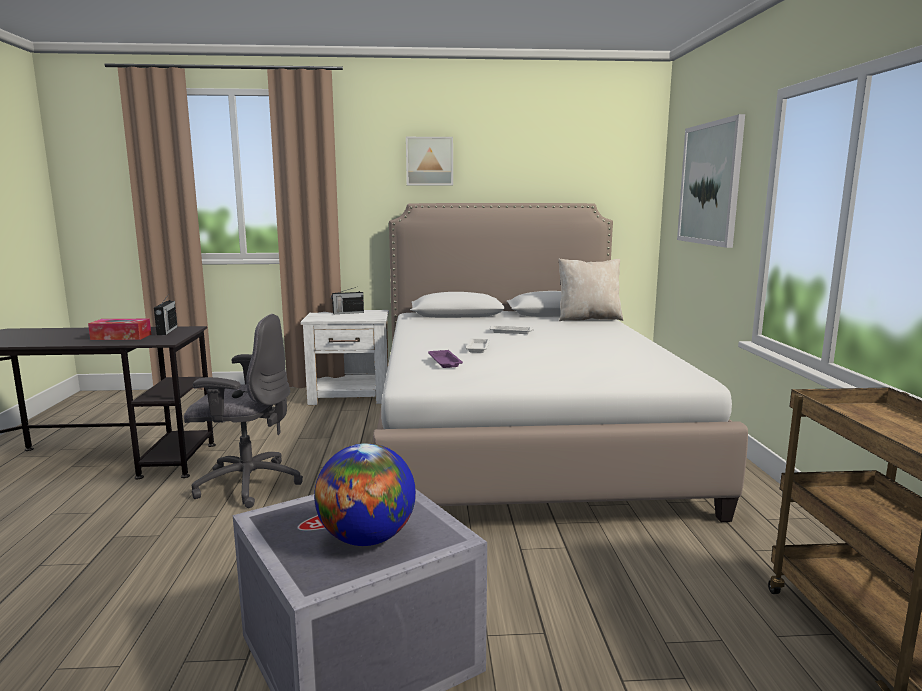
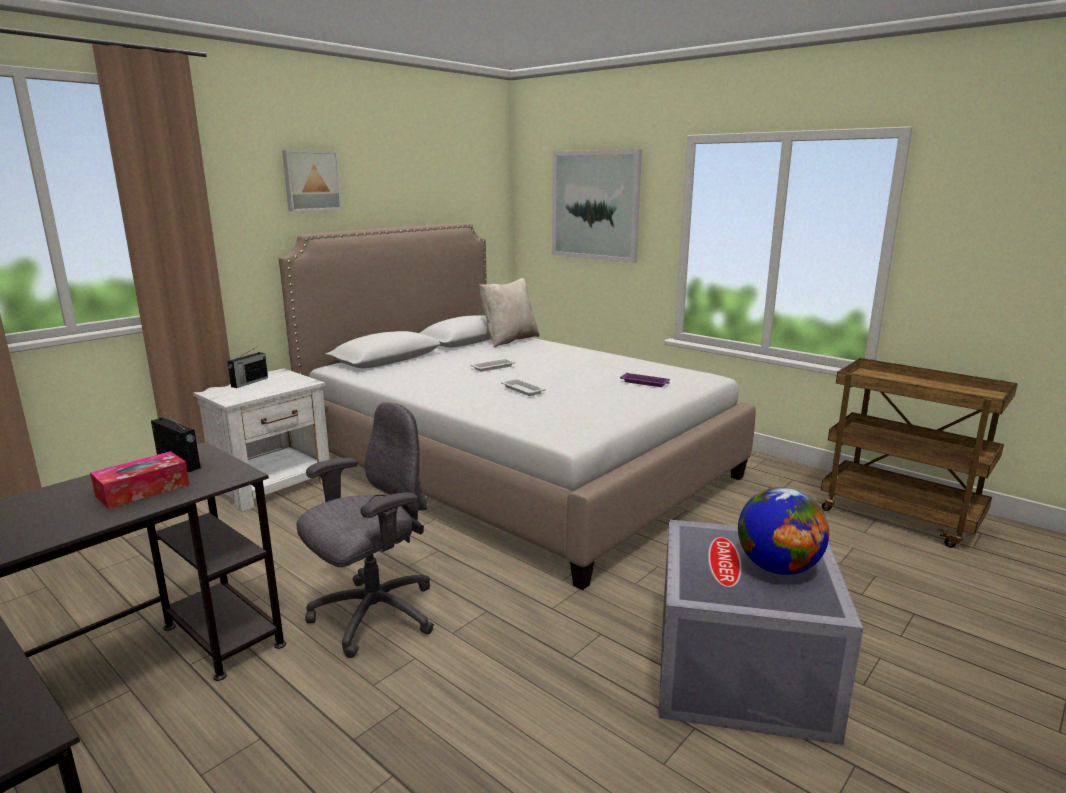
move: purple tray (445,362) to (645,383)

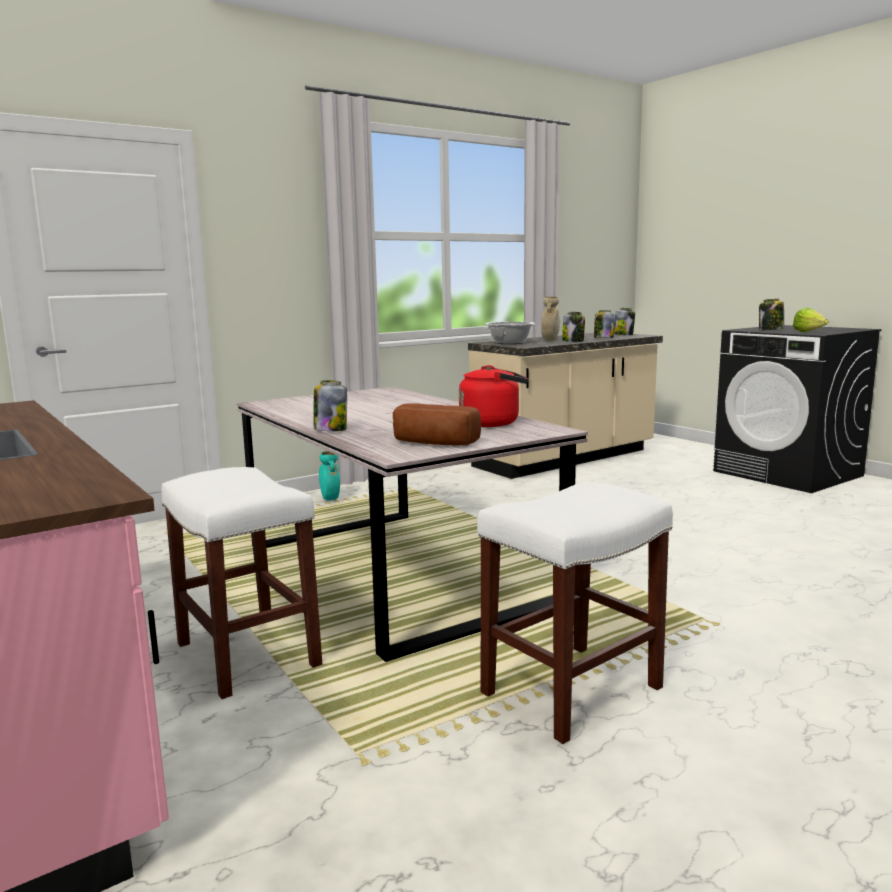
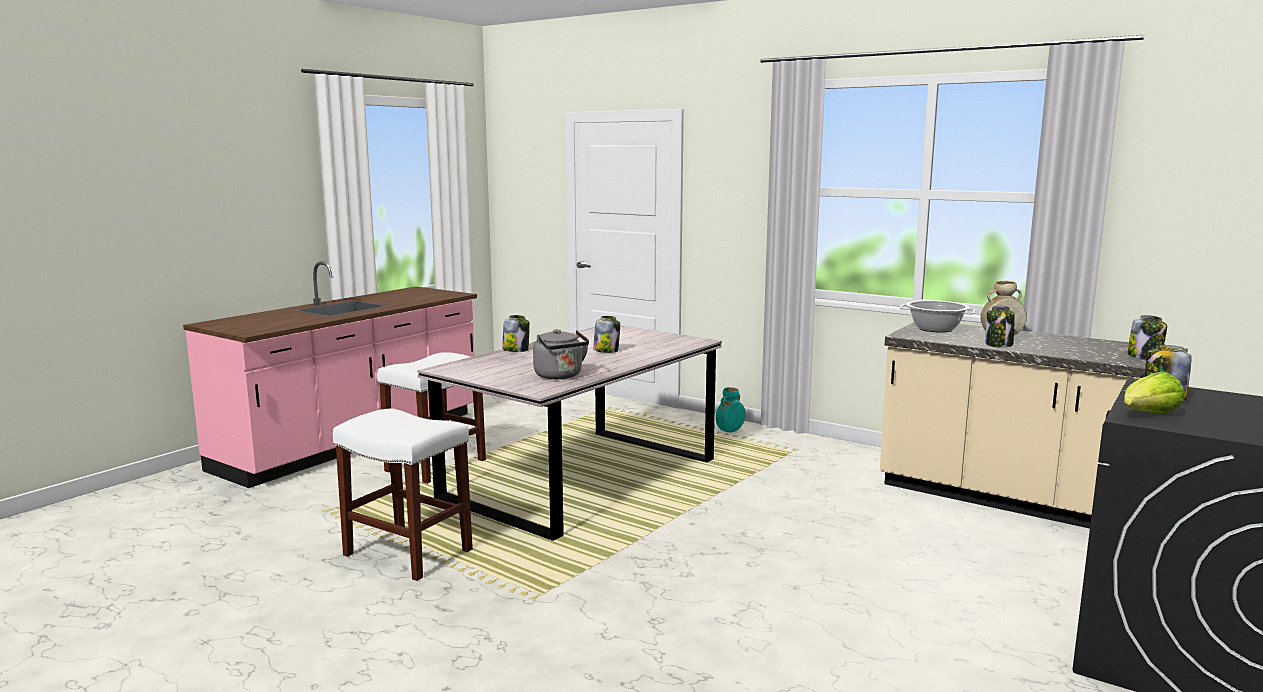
delete: bread (433,443)
move: jar (603,338) to (606,351)
recolor: red kettle (493,423) to grey kettle (560,376)

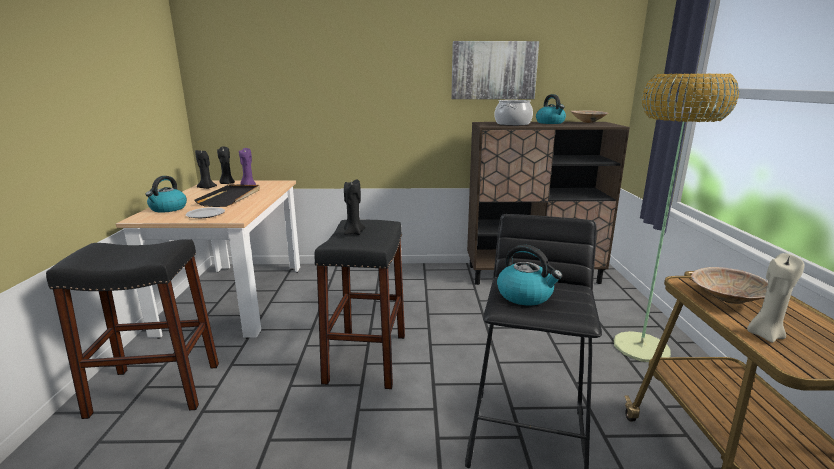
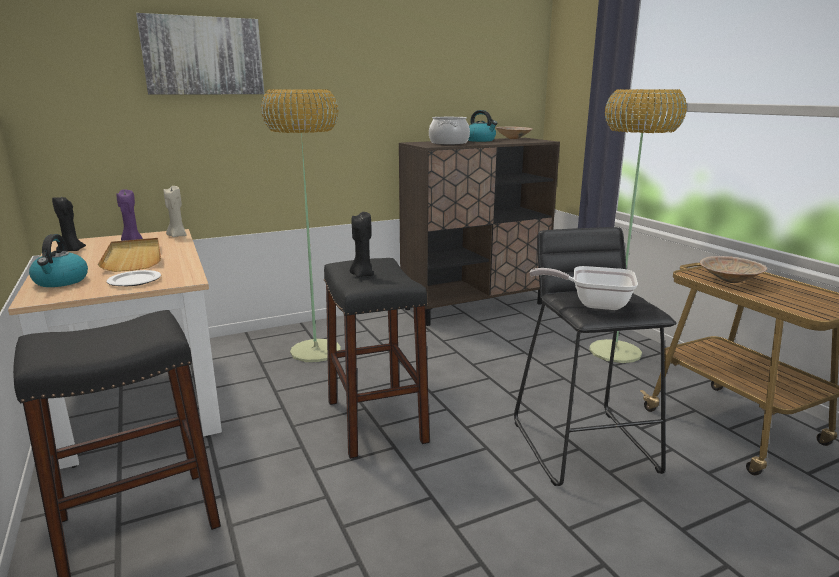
delete: black candle (227,183)
insert: floor lamp (316,351)
move: picture (493,70) to (203,56); beige candle (764,335) to (177,236)
replace: kettle (525,295) to frying pan (593,303)
recolor: black tray (231,197) to beige tray (134,257)

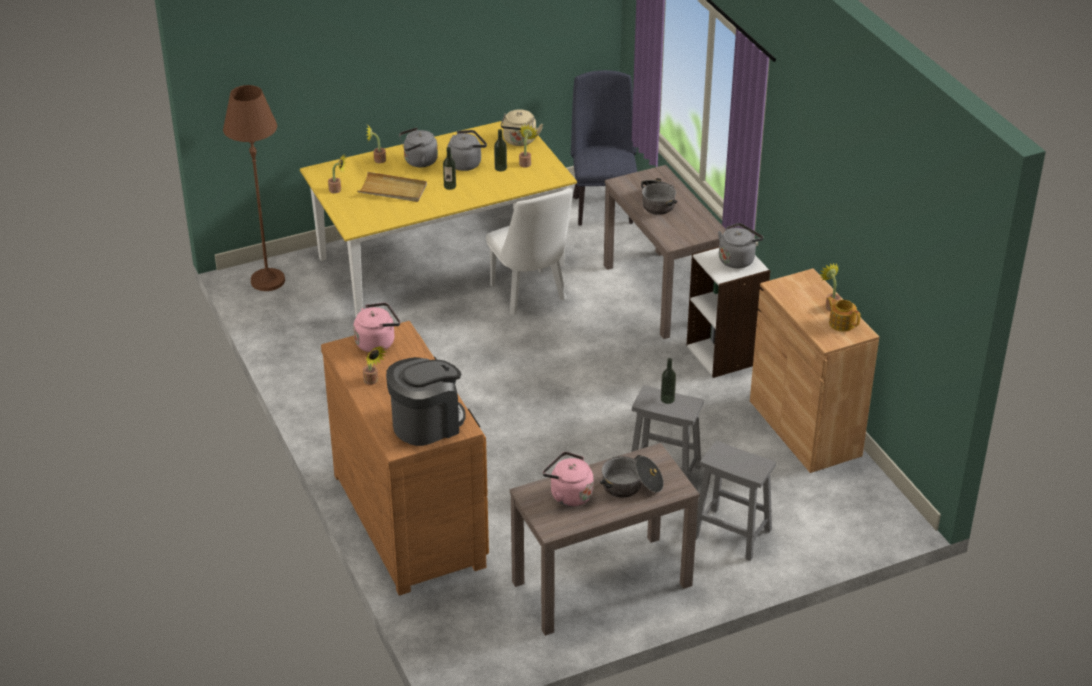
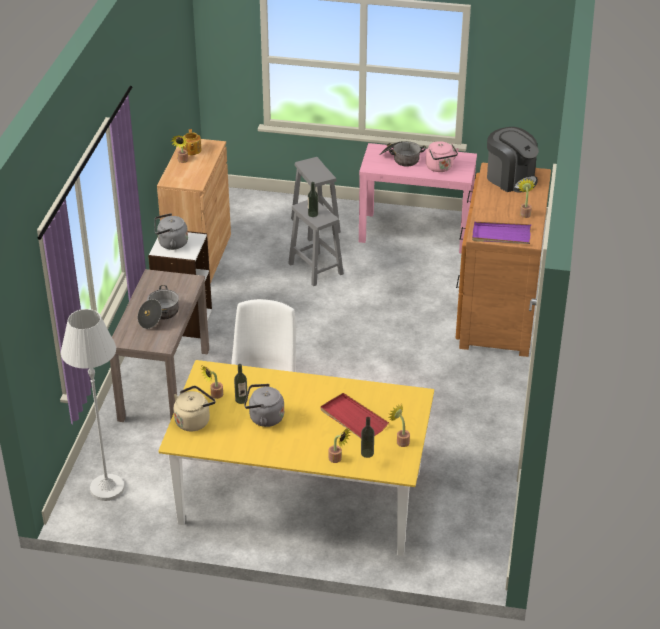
delete: brown floor lamp (268,281); grey kettle (418,161)
move: bottle (450,186) to (367,453)
replace: pink kettle (377,342) to purple tray (501,235); blue chair (602,206) to white floor lamp (107,488)
recolor: beige tray (393,190) to red tray (353,419); brown console table (601,584) to pink console table (416,232)
rotate: coffee machine (427,423) = (510,178) 135 degrees counterclockwise

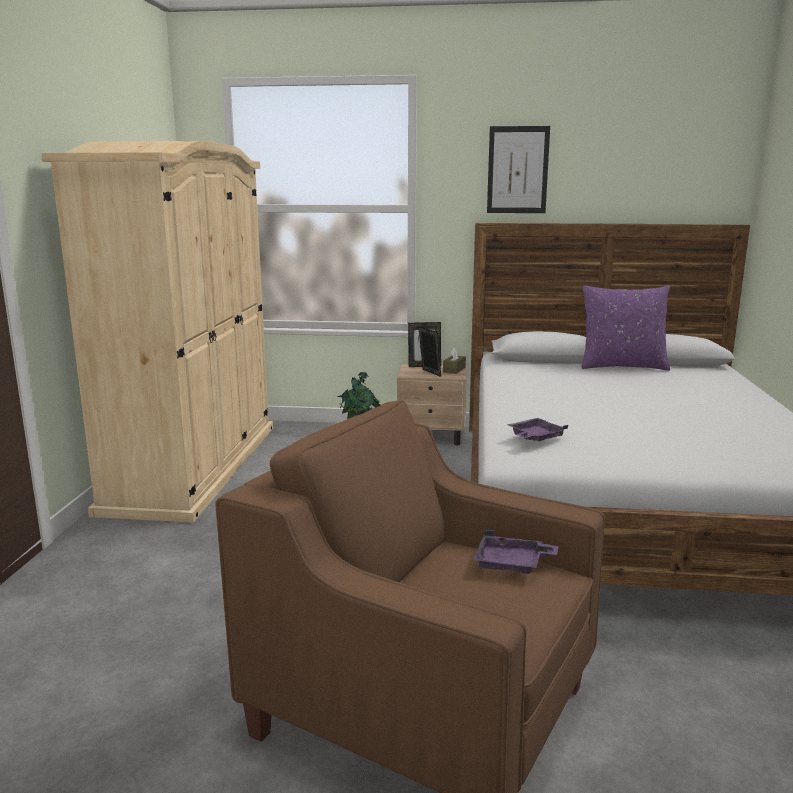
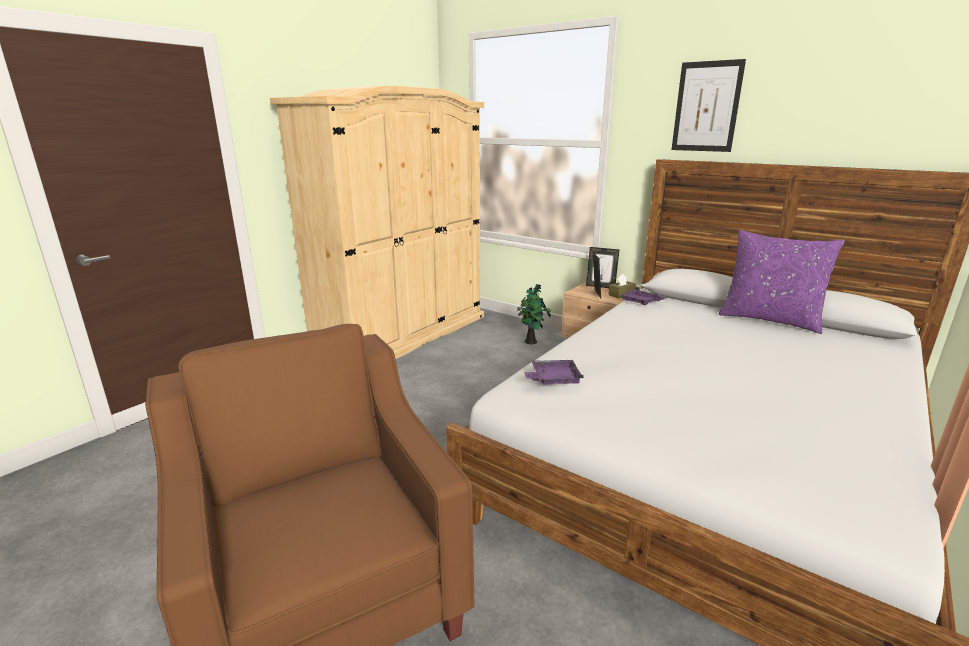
move: purple tray (512,564) to (641,302)

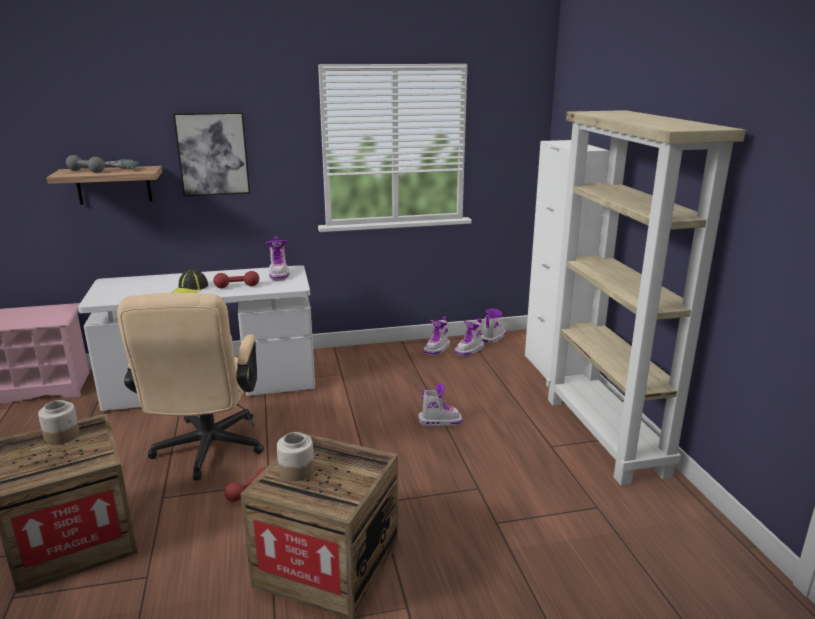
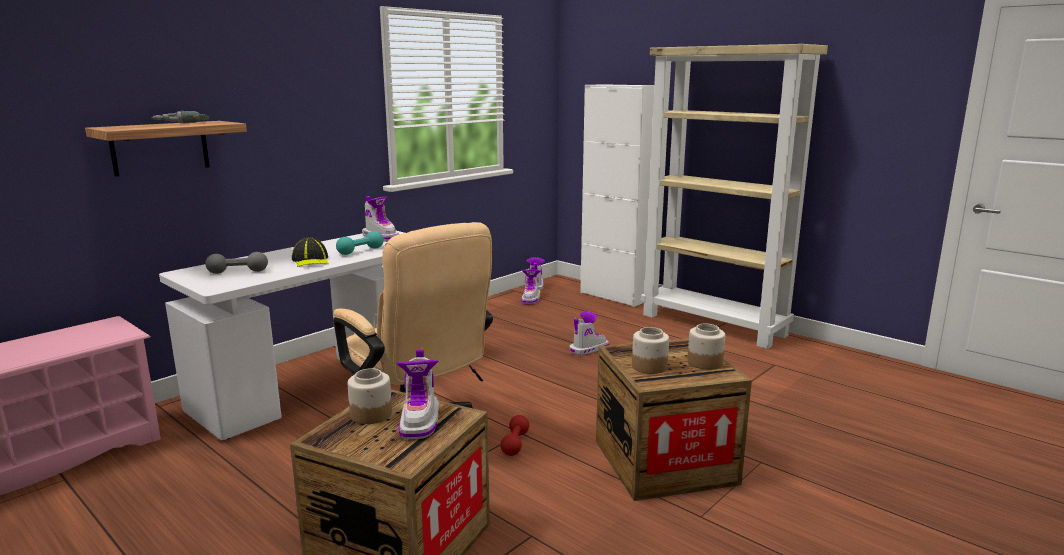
delete: picture (213,154)
insert: jar (704,363)
move: grey dumbbell (86,171) to (238,272); boot (437,349) to (420,421)
recolor: red dumbbell (237,286) to turquoise dumbbell (360,251)

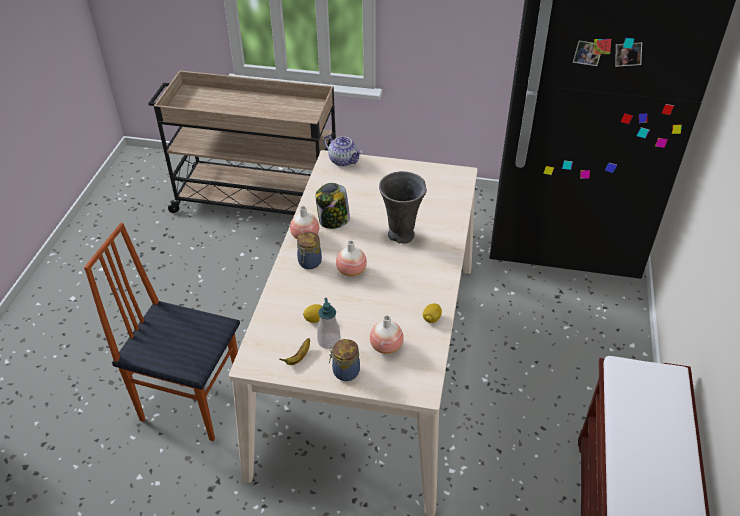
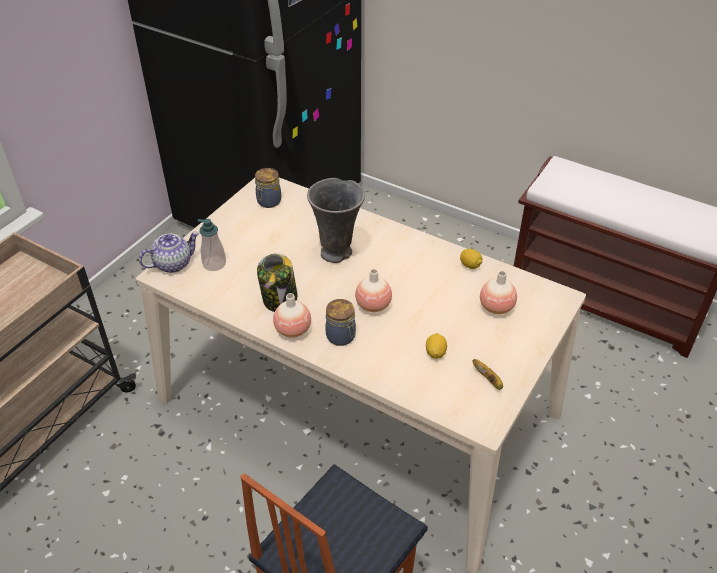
move: soap dispenser (329,341) to (214,264); jar (345,371) to (268,202)

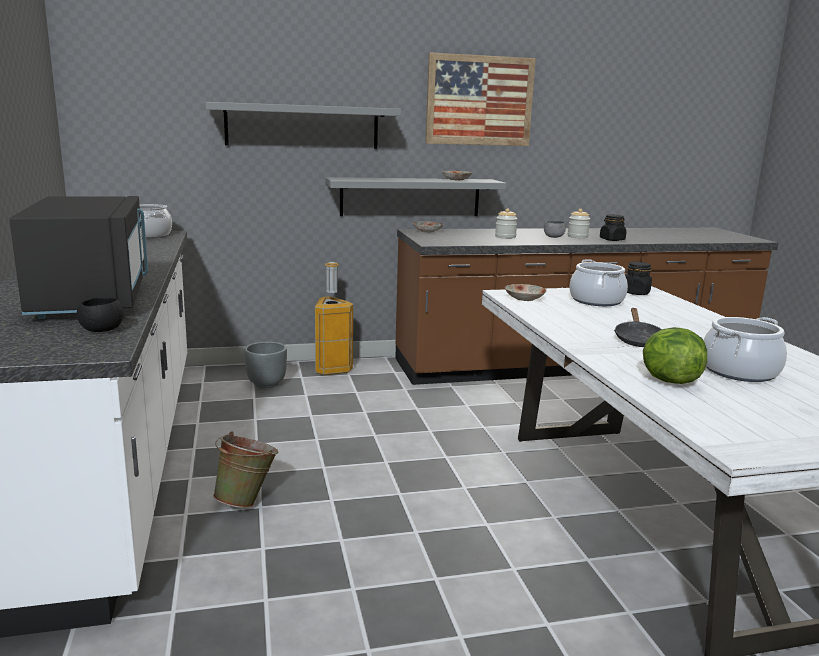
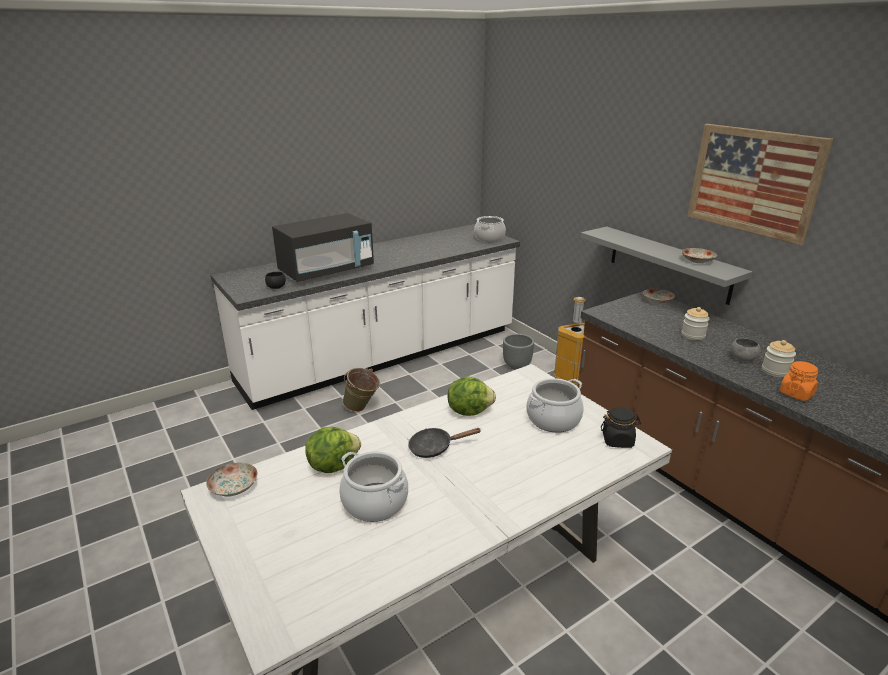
delete: grey shelf (302,126)
insert: lettuce (469,411)
move: plate (524,299) to (234,487)
recolor: black jar (612,239) to orange jar (796,393)

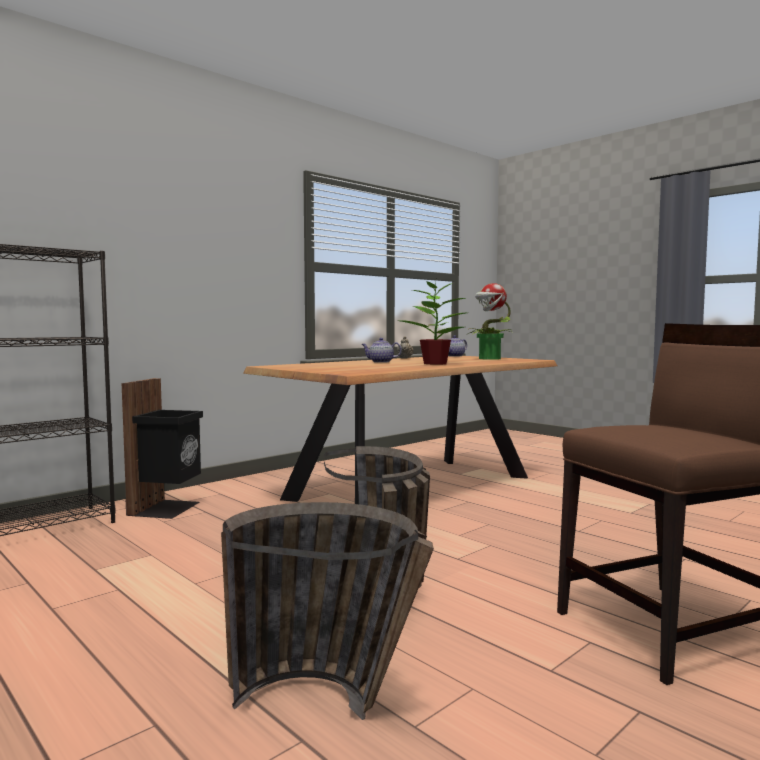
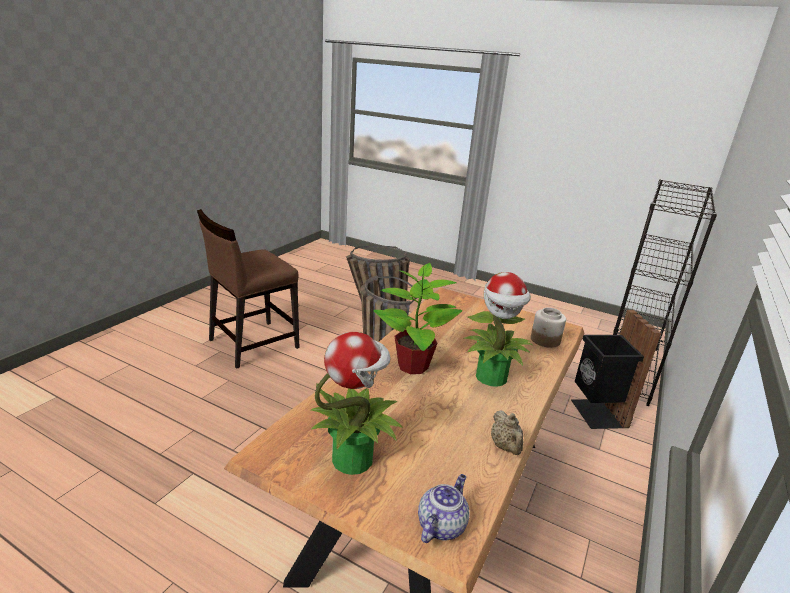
insert: jar (545,340)
replace: teapot (380,362) to potted plant (492,378)

